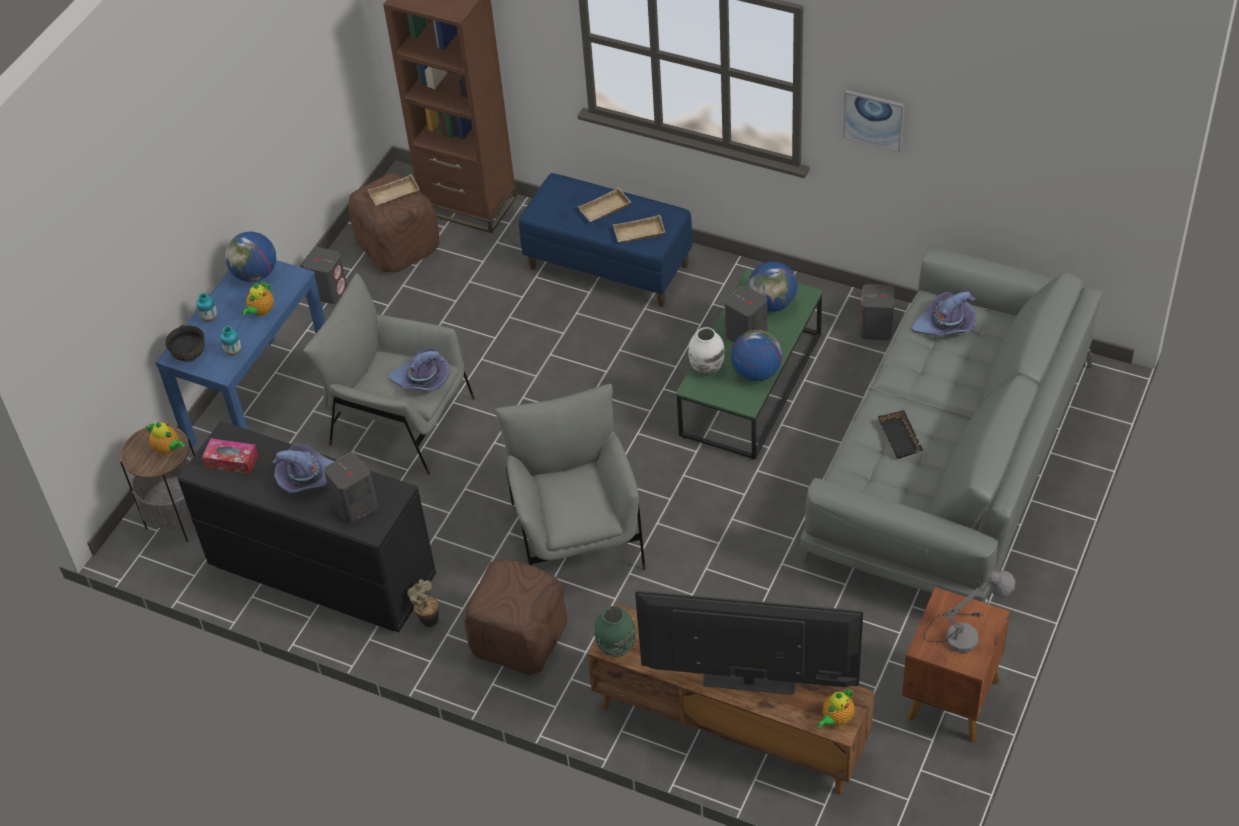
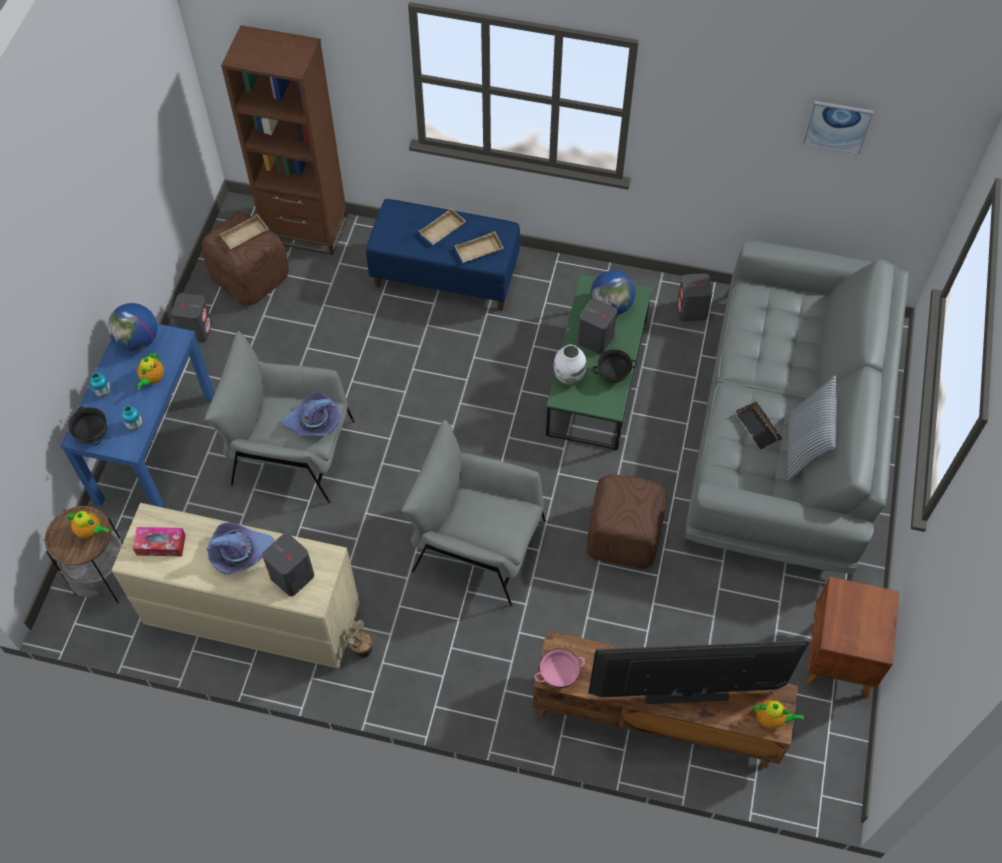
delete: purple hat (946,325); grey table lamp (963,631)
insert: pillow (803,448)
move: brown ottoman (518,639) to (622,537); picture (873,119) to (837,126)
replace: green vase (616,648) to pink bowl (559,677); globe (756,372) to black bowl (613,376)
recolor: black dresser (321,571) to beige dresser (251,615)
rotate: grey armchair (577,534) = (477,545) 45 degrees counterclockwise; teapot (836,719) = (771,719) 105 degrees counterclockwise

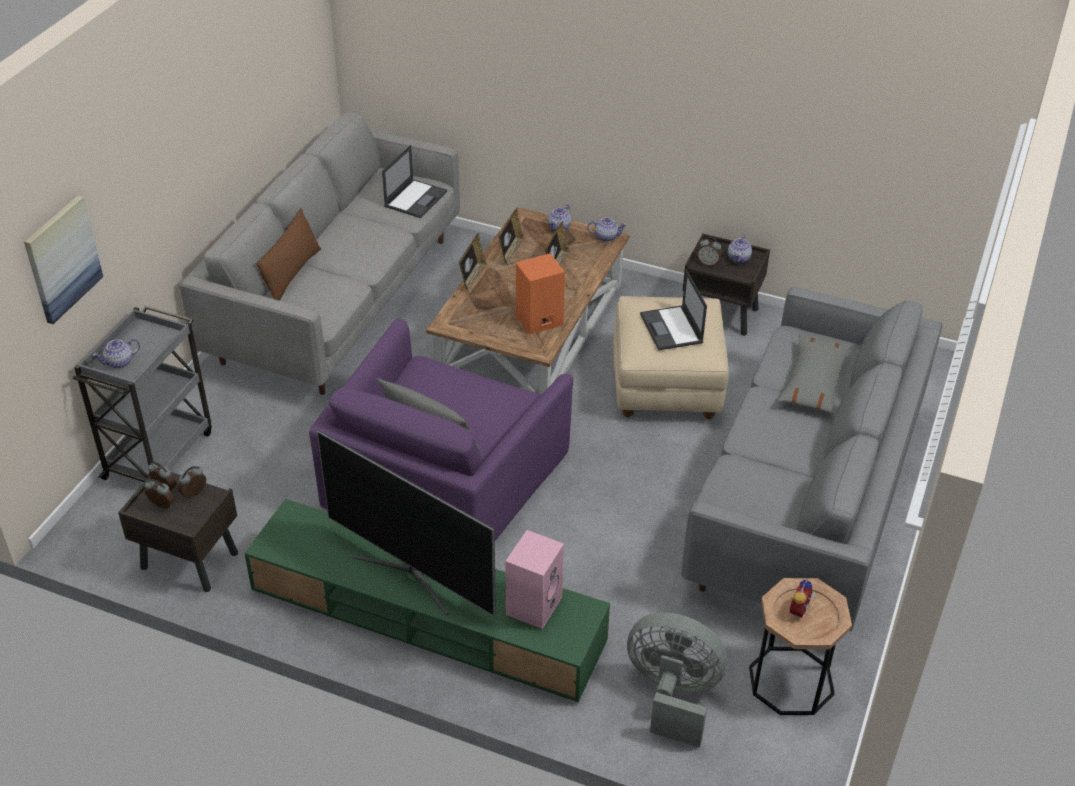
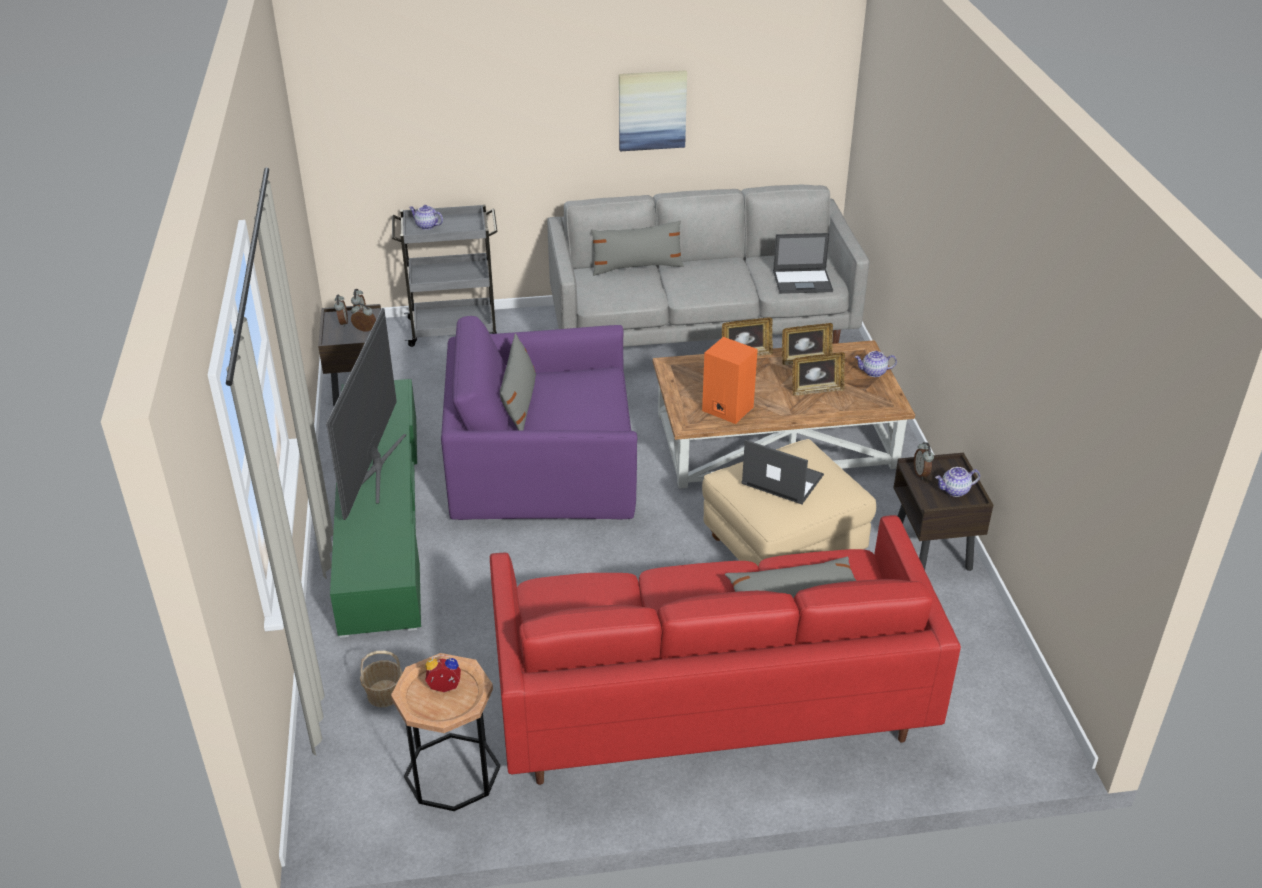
delete: pink speaker (533,604); teapot (606,237)
move: picture (62,259) to (652,110)
replace: grey fan (672,695) to basket (384,694)
recolor: brown pillow (291,274) to grey pillow (637,267); grey sofa (804,502) to red sofa (707,702)
rotate: laptop (672,329) = (781,479) 75 degrees clockwise

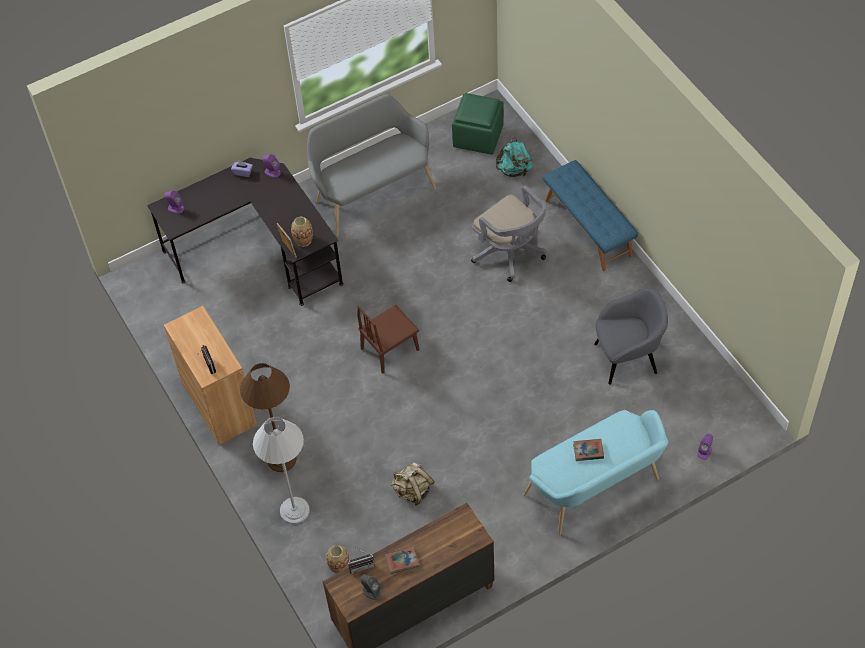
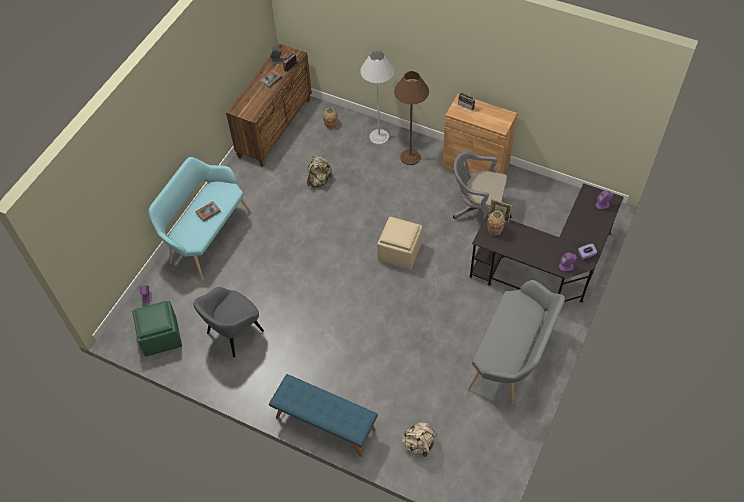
move: green ottoman (478,137) to (160,336); grey office chair (511,254) to (478,210)
replace: brown chair (390,349) to beige ottoman (400,252)
recolor: turquoise backpack (514,170) to beige backpack (419,444)

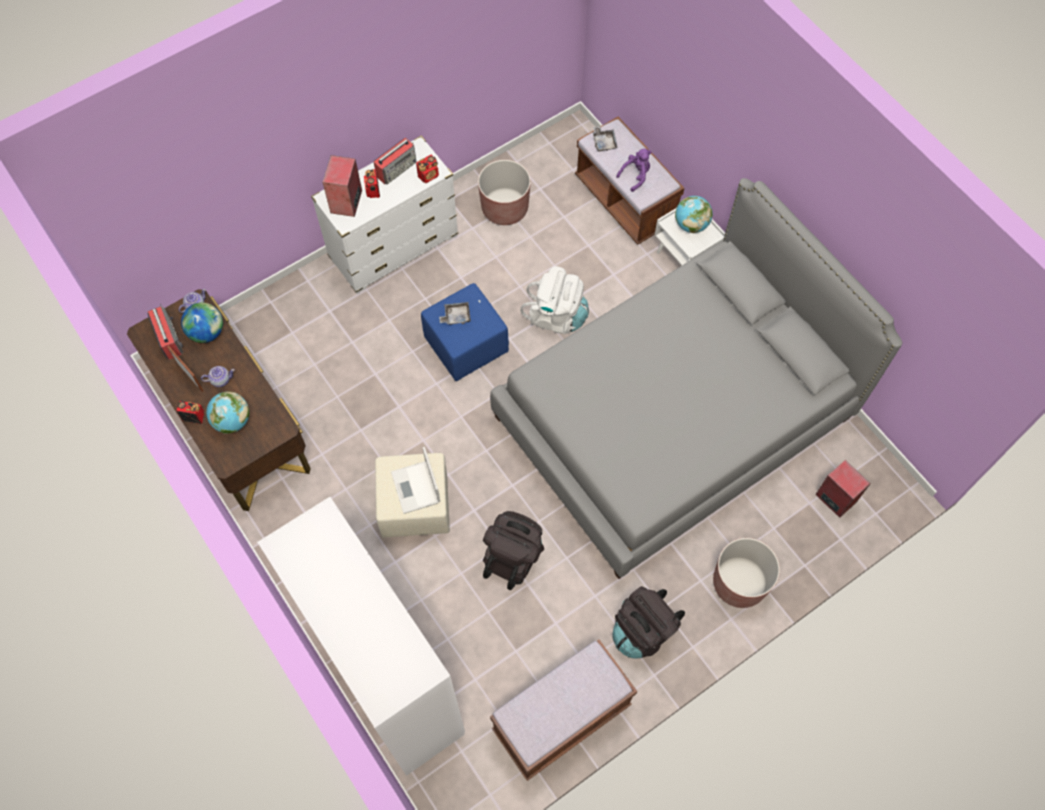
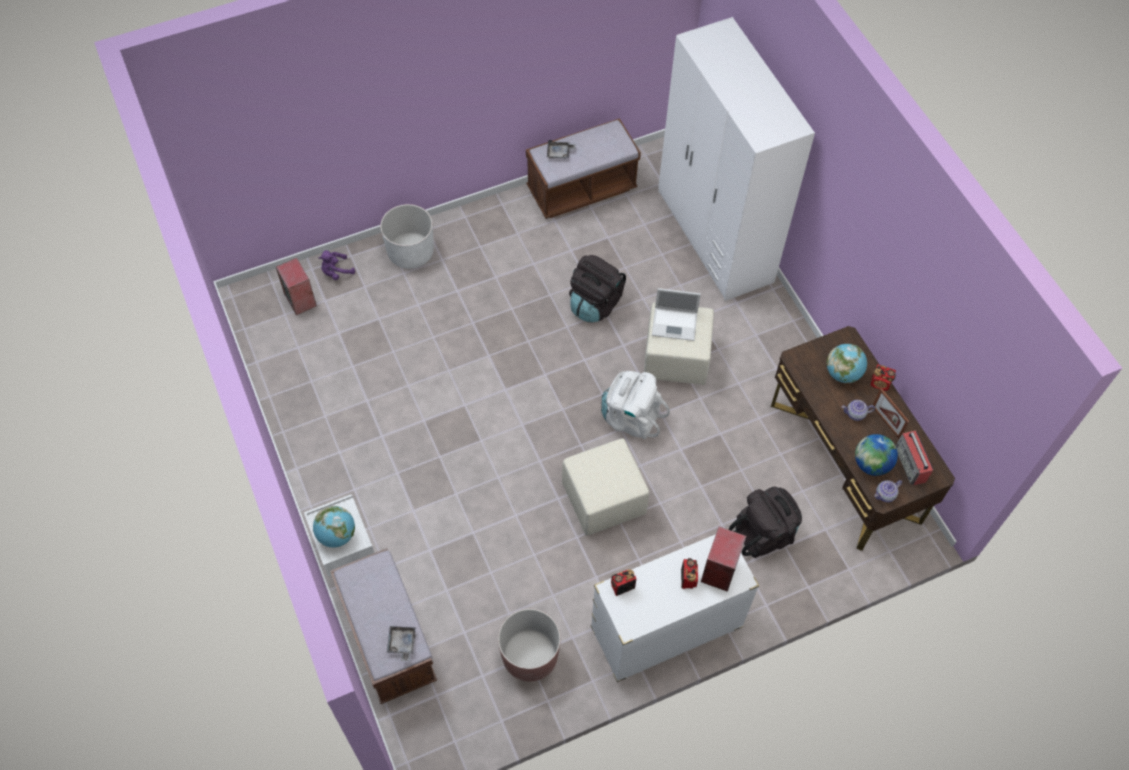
delete: radio (397,168); grey bed (674,417)
move: grey tray (456,316) to (559,153); white backpack (556,316) to (631,418); black backpack (643,631) to (764,534); purple plush toy (635,176) to (336,272)
recolor: blue ottoman (466,344) to beige ottoman (603,500); brown planter (739,583) to white planter (410,252)
rotate: laptop (416,488) = (675,324) 105 degrees clockwise

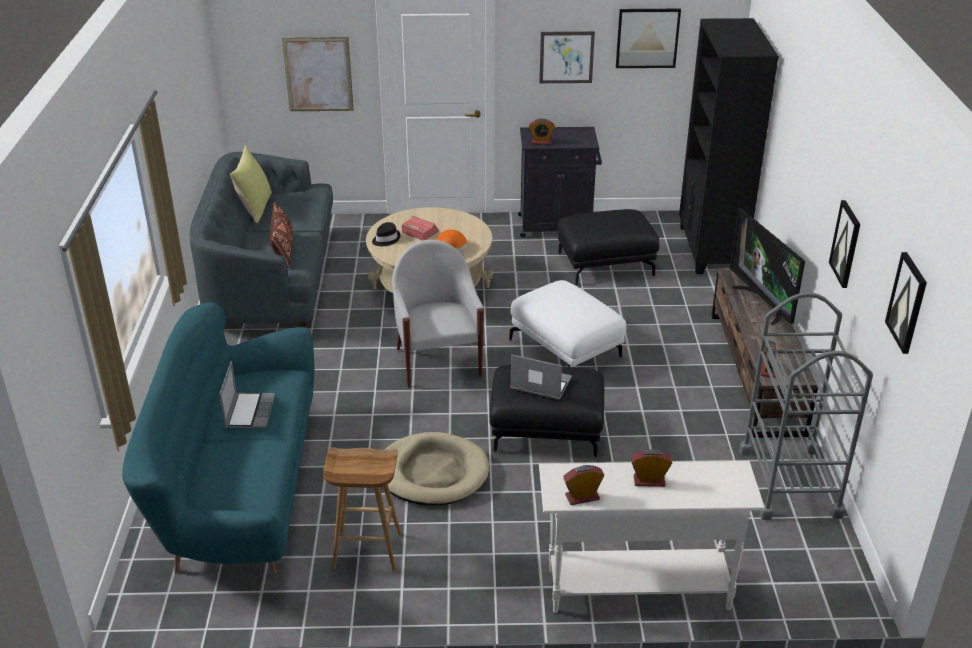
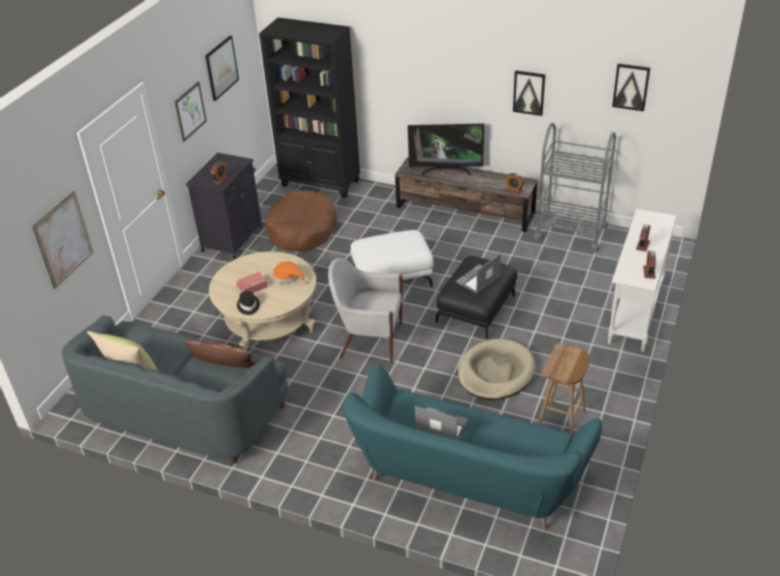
replace: black ottoman (605,263) to brown dog bed (302,230)

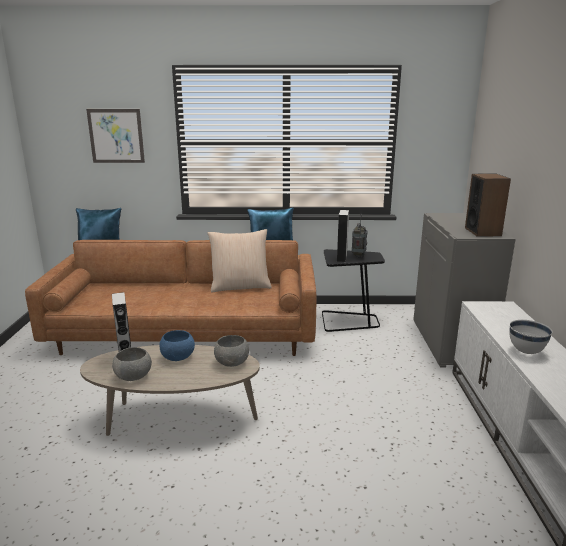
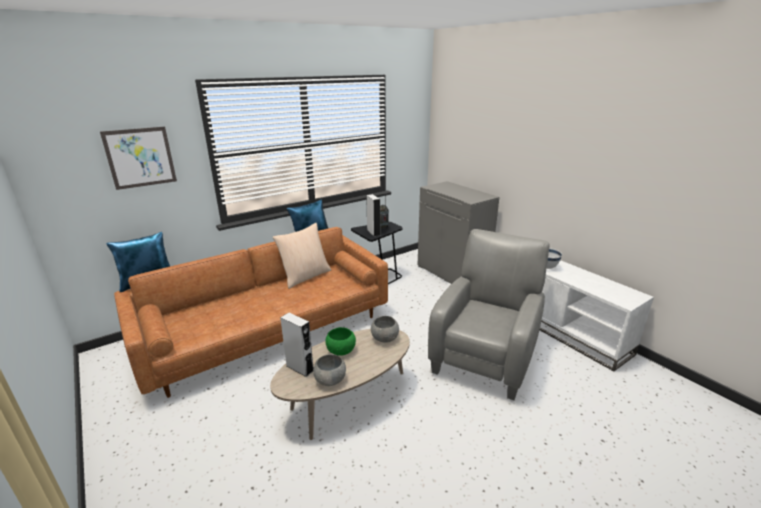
delete: speaker (483,232)
insert: grey armchair (486,355)
recolor: blue bowl (178,357) to green bowl (341,350)

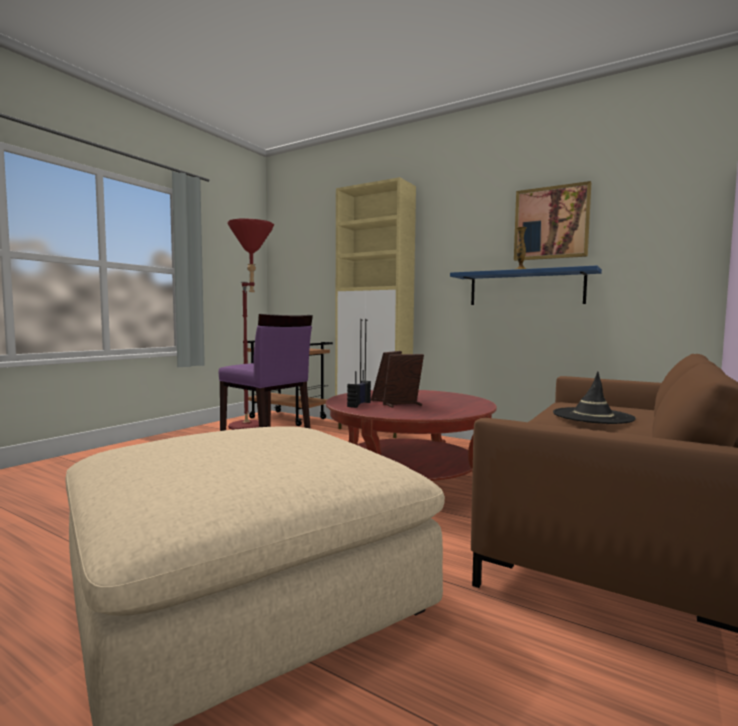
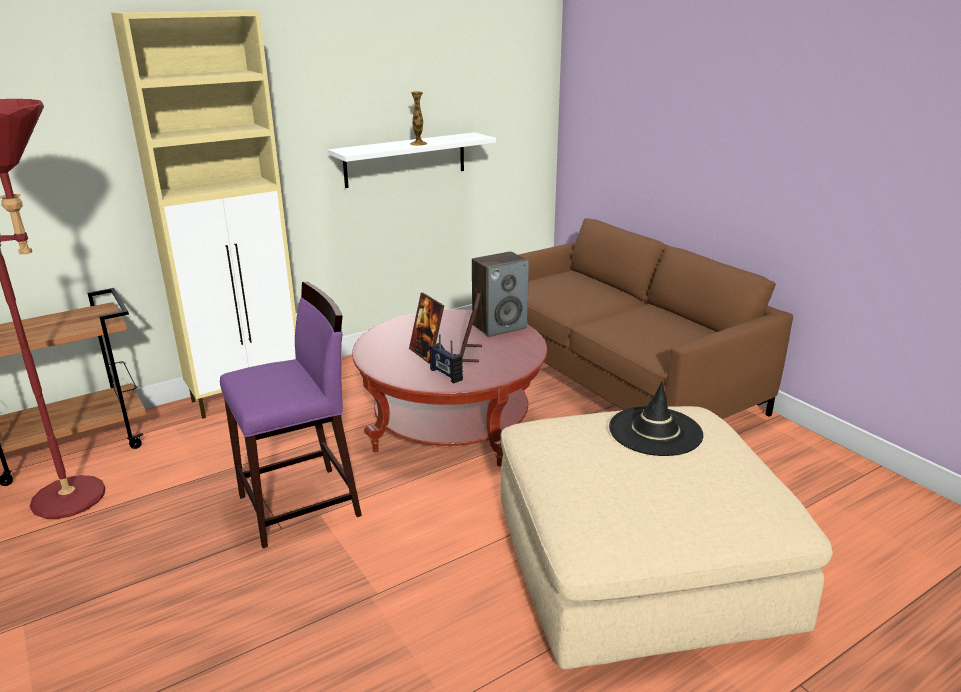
delete: picture (551,223)
insert: speaker (499,326)
move: black hat (592,416) to (655,431)
recolor: blue shelf (525,288) to white shelf (405,159)

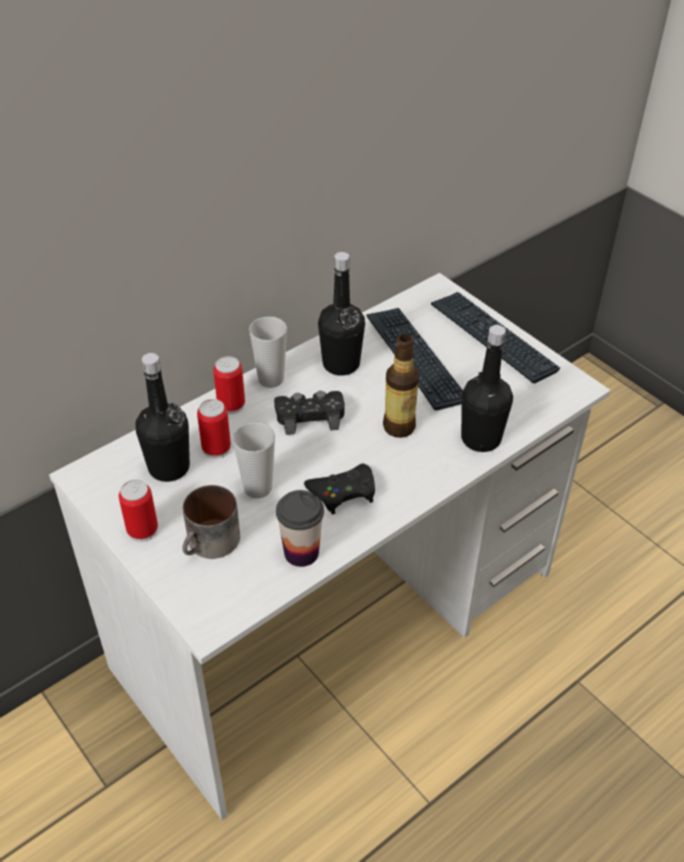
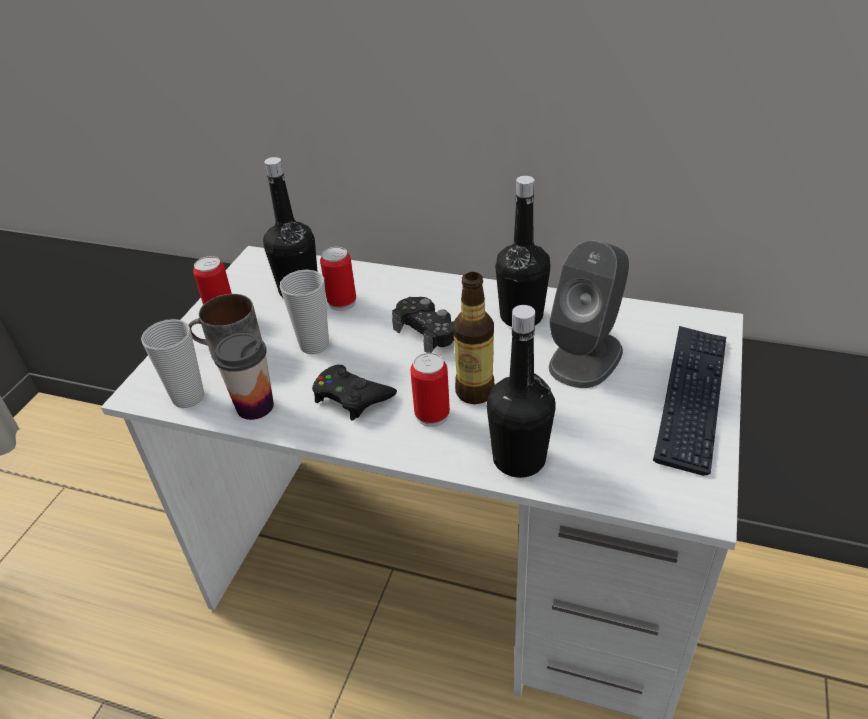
move: can (231,405) to (432,414); cup (271,379) to (188,397)
replace: keyboard (415,359) to grey speaker (586,357)

